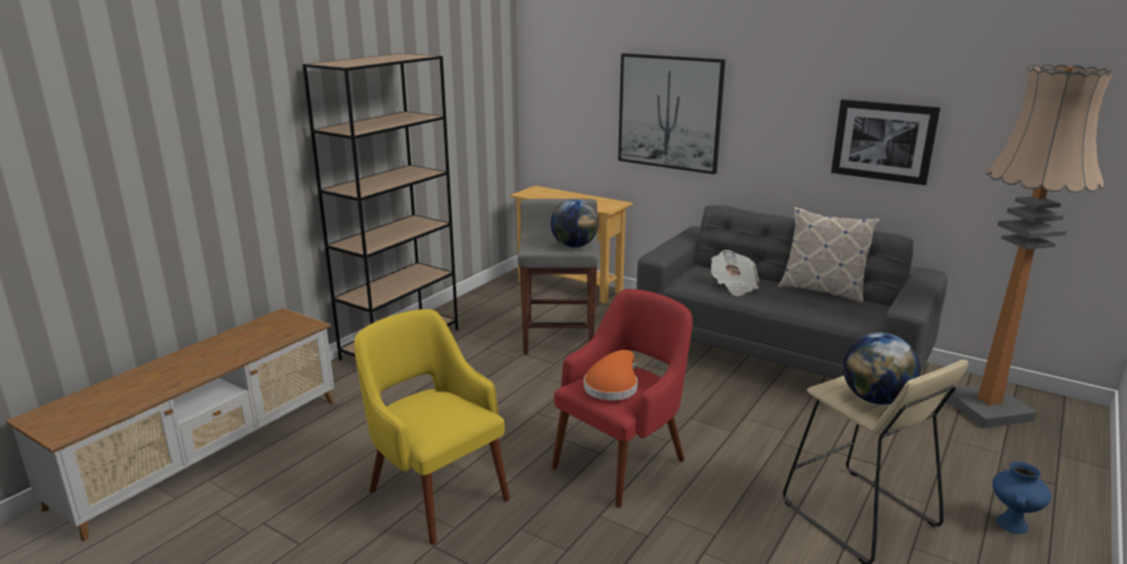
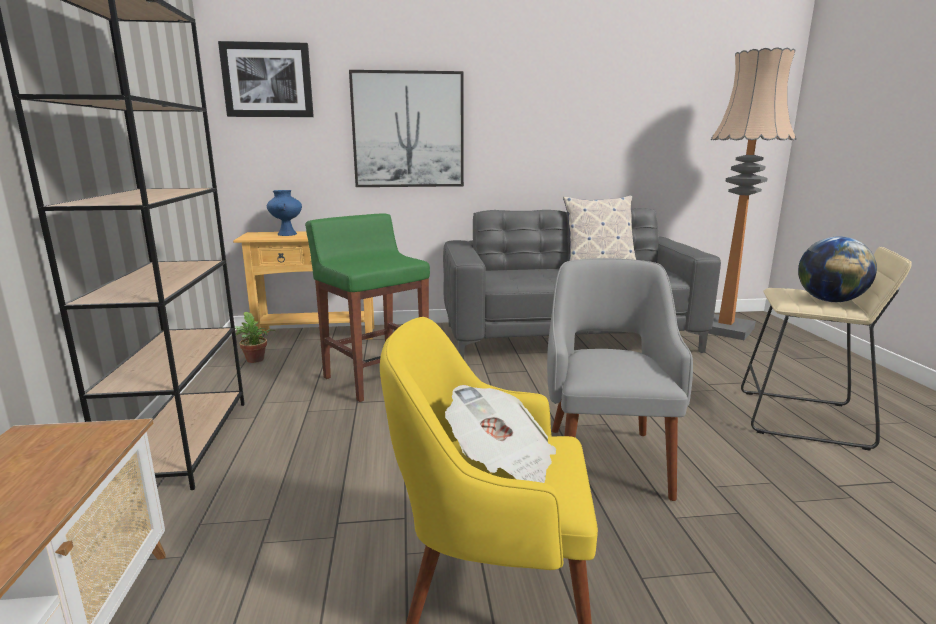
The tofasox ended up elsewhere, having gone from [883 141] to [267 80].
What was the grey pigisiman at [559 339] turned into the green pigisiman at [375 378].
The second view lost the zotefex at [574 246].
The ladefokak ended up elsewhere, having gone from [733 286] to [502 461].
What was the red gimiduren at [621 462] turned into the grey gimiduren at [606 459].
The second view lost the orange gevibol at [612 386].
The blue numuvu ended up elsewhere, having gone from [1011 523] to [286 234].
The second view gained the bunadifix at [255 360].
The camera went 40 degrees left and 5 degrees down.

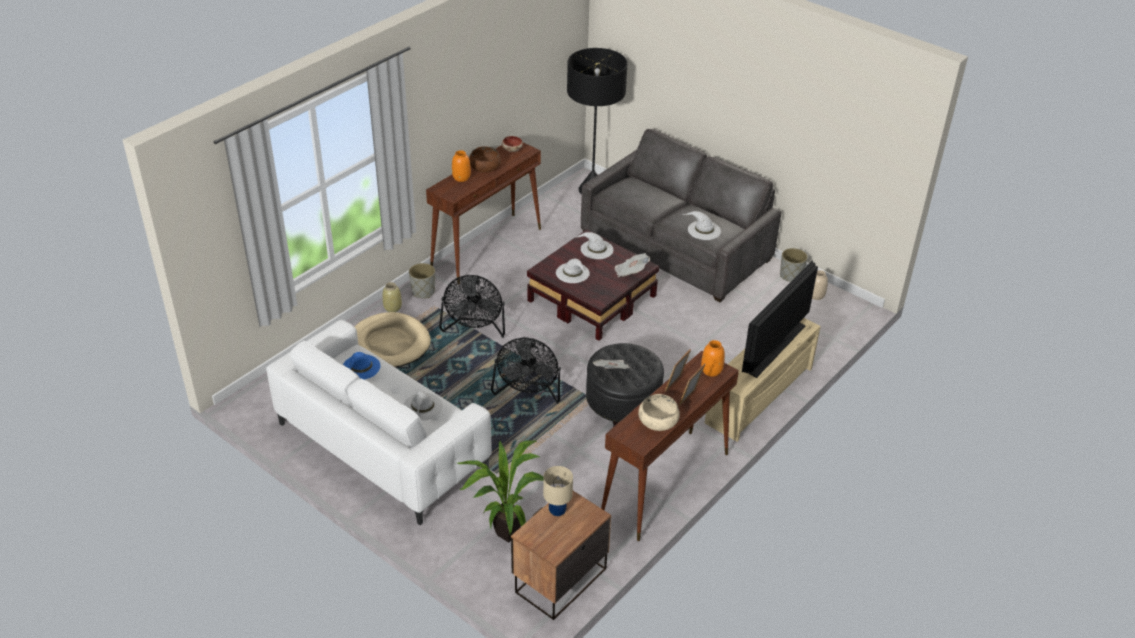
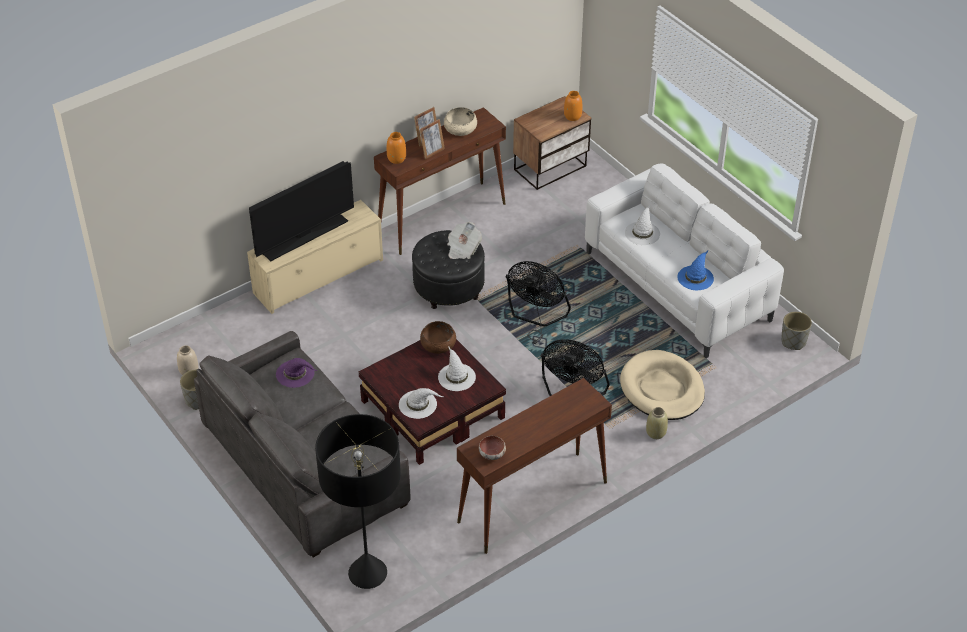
The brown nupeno ended up elsewhere, having gone from [485 167] to [438 344].
The orange numuvu ended up elsewhere, having gone from [461 177] to [572 116].
What was the white gevibol at [703 230] turned into the purple gevibol at [295 373].
The second view lost the ladefokak at [630 272].
The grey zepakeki ended up elsewhere, having gone from [423 291] to [793 341].
The second view lost the bunadifix at [504 532].
The second view lost the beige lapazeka at [556 512].
The camera went 165 degrees left and 5 degrees up.

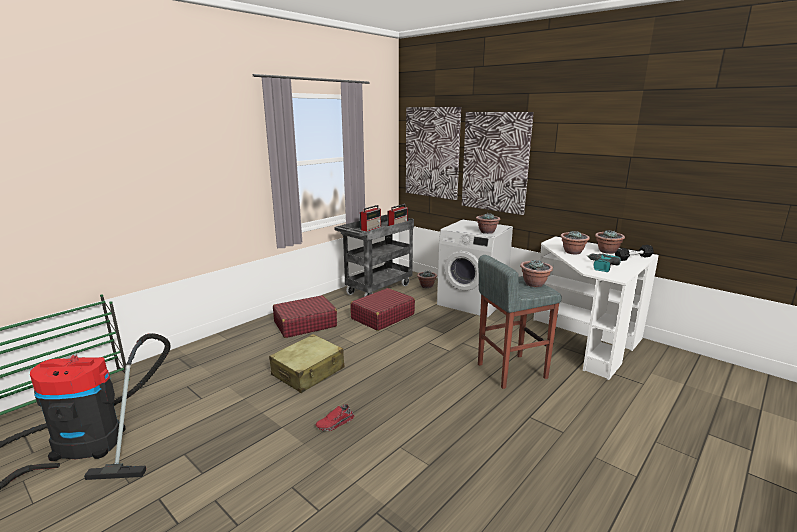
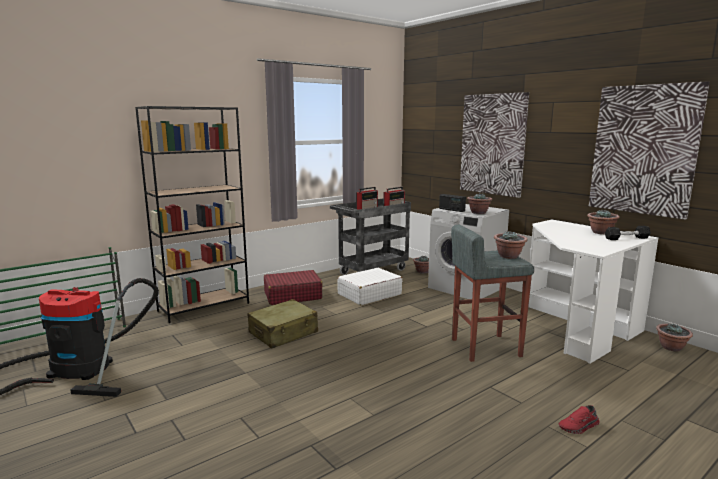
The tofasox ended up elsewhere, having gone from [432 152] to [644 150].
The bunadifix ended up elsewhere, having gone from [573 252] to [671 348].
The second view lost the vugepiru at [600 266].
What was the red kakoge at [382 317] turned into the white kakoge at [369 294].
The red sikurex ended up elsewhere, having gone from [335 424] to [579 427].
The second view gained the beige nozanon at [204 307].
The second view gained the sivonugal at [451 210].
The camera went 10 degrees right and 5 degrees down.

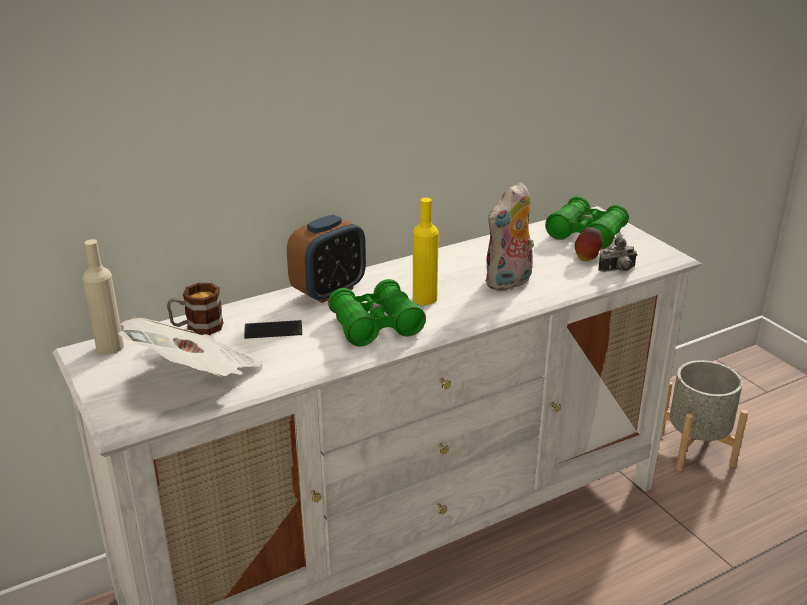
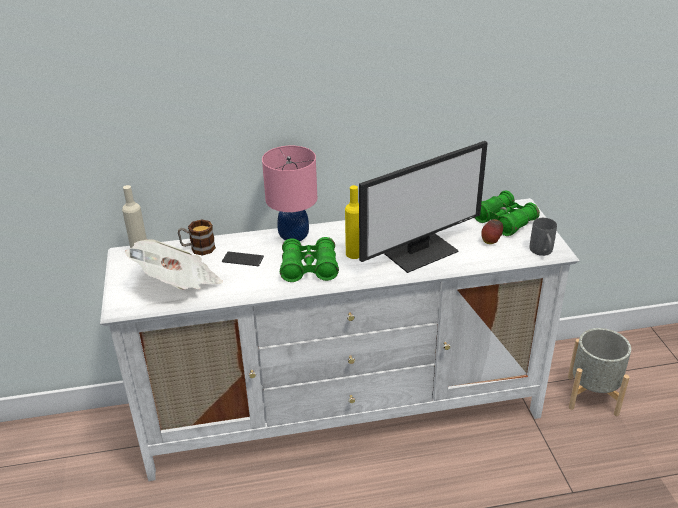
Where the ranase stood at [509 282], the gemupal came to stand at [421 251].
Where the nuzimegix stood at [329 291], the pink lapazeka came to stand at [294 236].
The second view lost the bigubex at [618 270].
The second view gained the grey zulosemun at [542 252].
The camera went 20 degrees right and 5 degrees up.

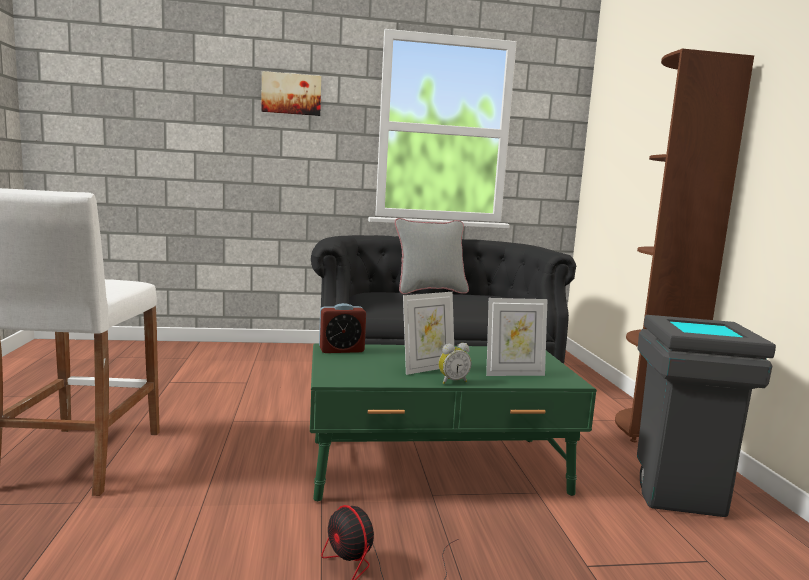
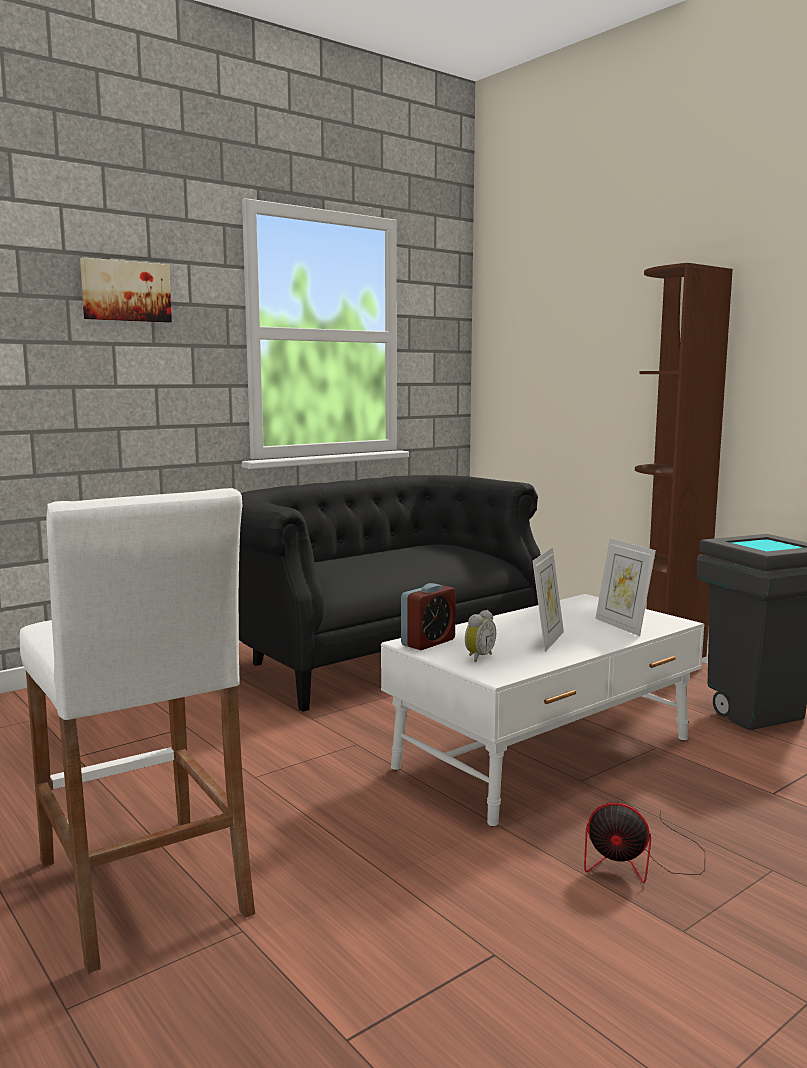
The second view lost the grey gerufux at [430 291].
The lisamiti at [513 373] ended up facing another way, 105 degrees clockwise from before.
The nuzimegix ended up elsewhere, having gone from [452 381] to [478 657].
What was the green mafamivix at [437 467] turned into the white mafamivix at [545 753].
The camera went 30 degrees left and 0 degrees up.

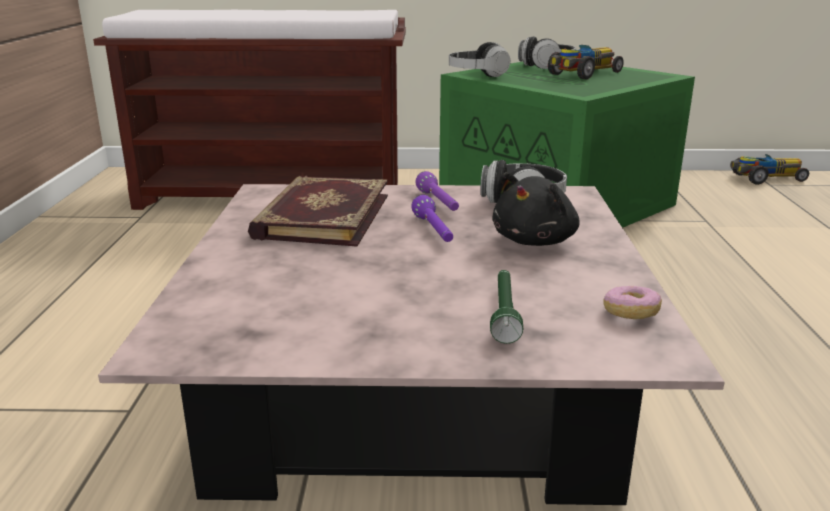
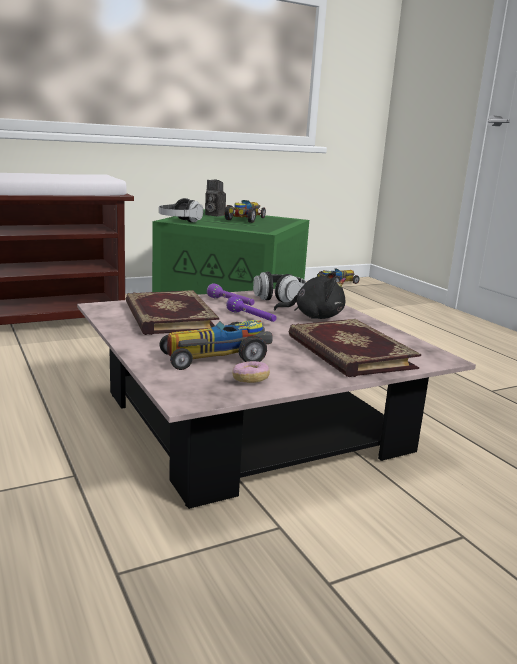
Where the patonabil stood at [546 66], the bigubex came to stand at [213 215].
The black ranase at [536 241] ended up facing another way, 90 degrees counterclockwise from before.
Where the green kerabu stood at [504 313], the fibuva came to stand at [348 352].
The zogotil ended up elsewhere, having gone from [630 313] to [250 380].
The second view gained the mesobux at [218 357].
The camera went 30 degrees left and 5 degrees down.

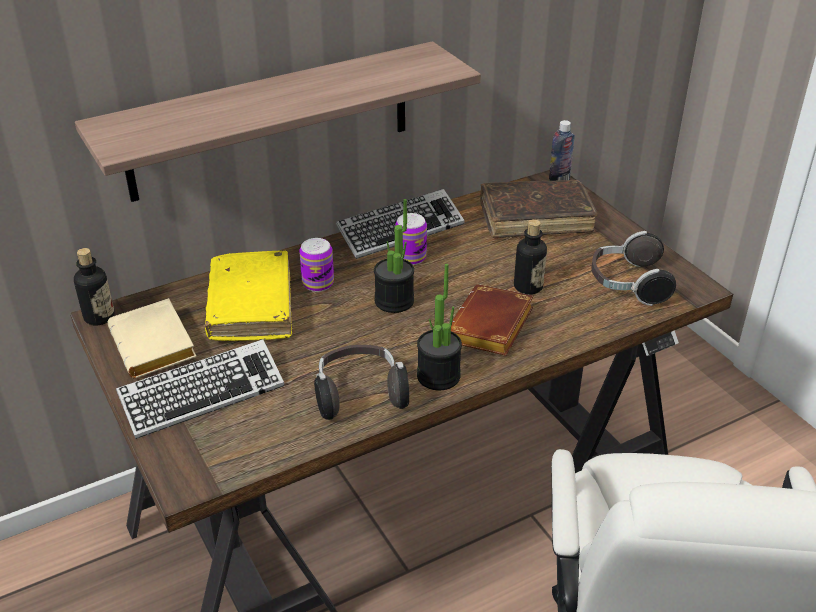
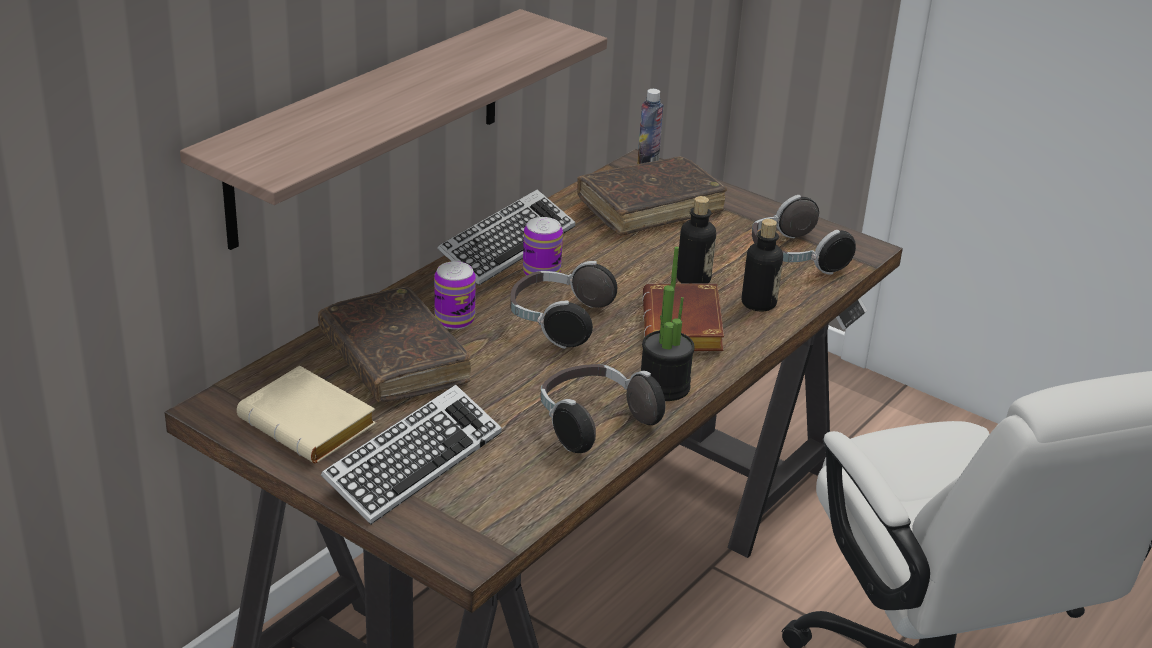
Where the bunadifix stood at [394 301], the patonabil came to stand at [558 321].
The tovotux ended up elsewhere, having gone from [99 317] to [758 303].
What was the yellow fibuva at [251 306] turned into the brown fibuva at [393 359].
The camera went 25 degrees left and 5 degrees down.

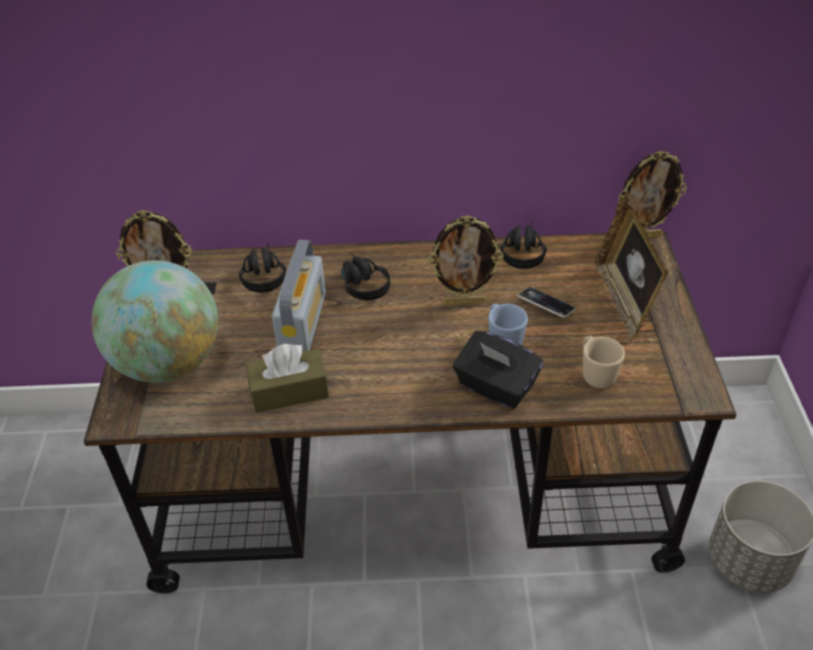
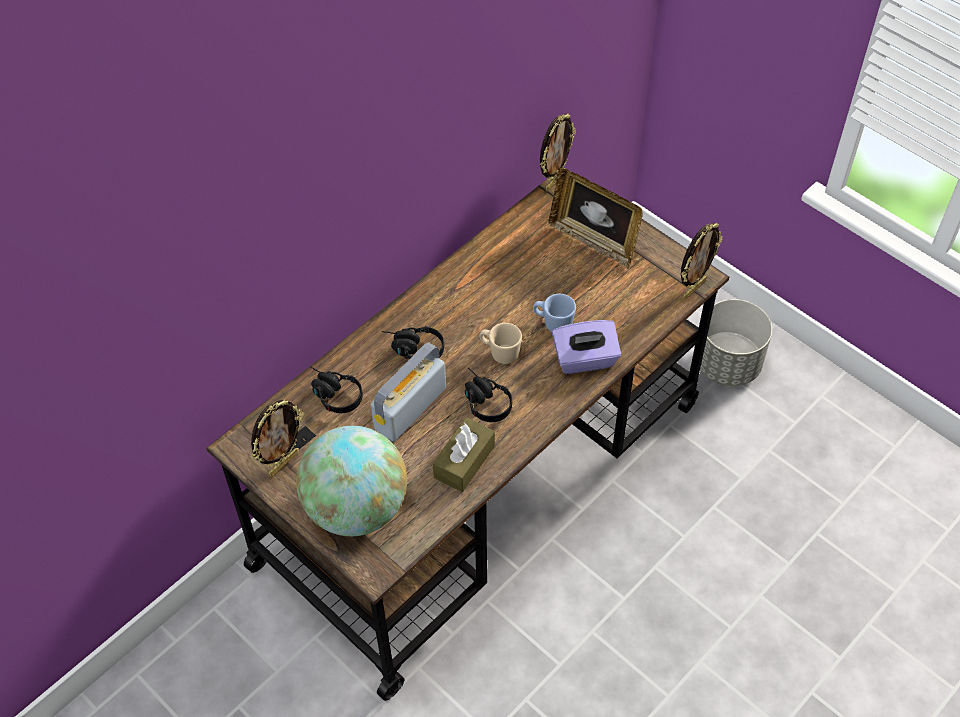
The lisamiti ended up elsewhere, having gone from [464 302] to [693 288].
The black patonabil ended up elsewhere, having gone from [522 251] to [483 400].
The sivonugal at [303 322] ended up facing another way, 105 degrees counterclockwise from before.
The second view lost the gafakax at [546 305].
What was the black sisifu at [495 387] turned into the purple sisifu at [585 360].
The beige zulosemun ended up elsewhere, having gone from [595 373] to [499 353].
The camera went 45 degrees left and 10 degrees up.

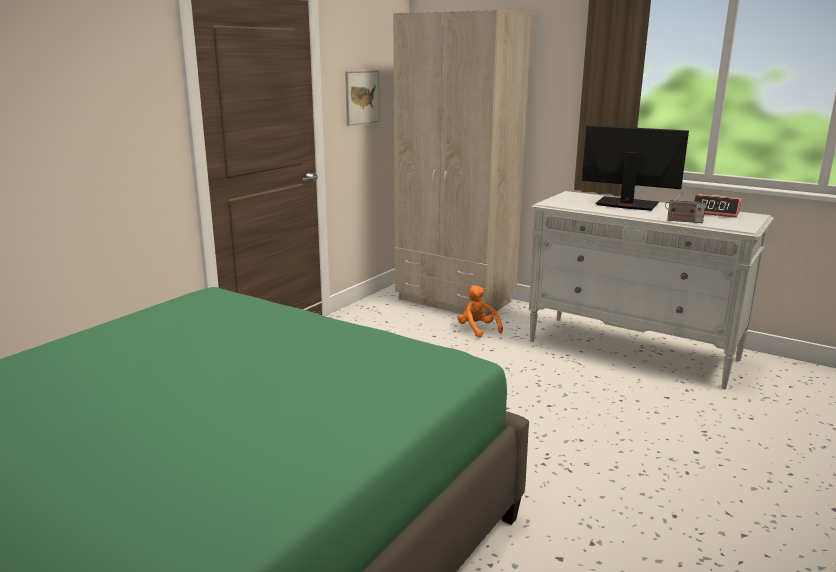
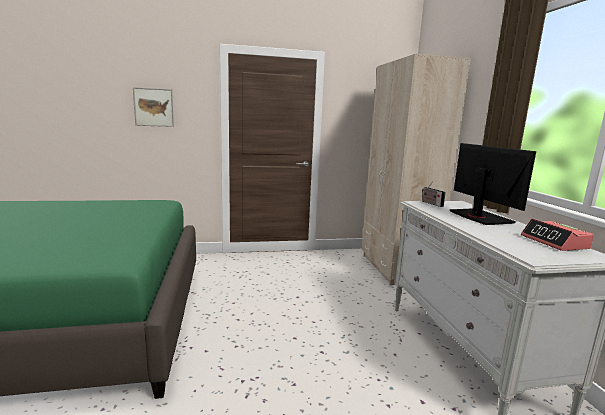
The tofasox ended up elsewhere, having gone from [362 97] to [153 107].
The sivonugal ended up elsewhere, having gone from [682 221] to [431 203].
The second view lost the orange ranase at [477 330].
The camera went 45 degrees right and 5 degrees down.

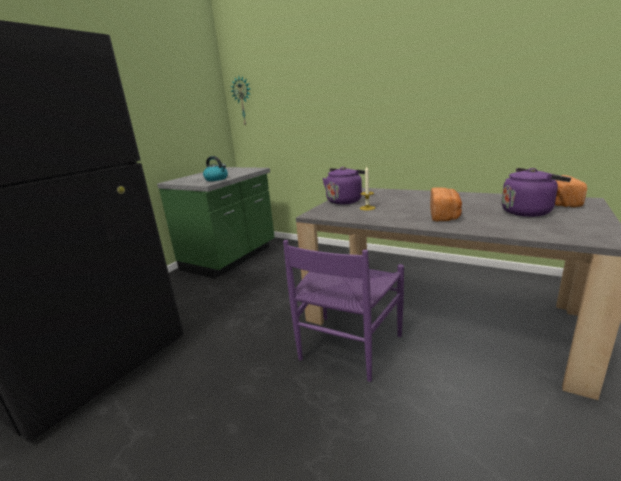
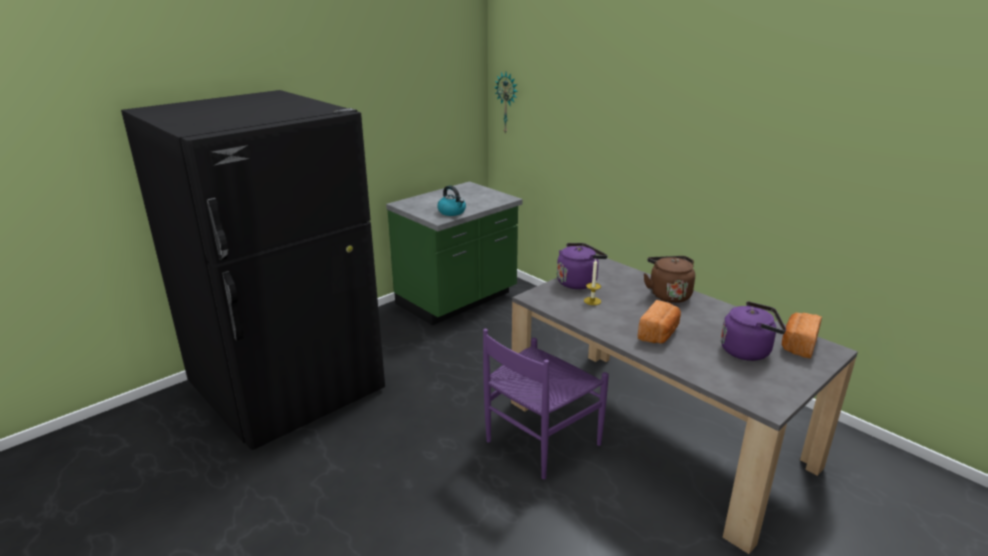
The second view gained the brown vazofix at [668 294].
The camera went 15 degrees right and 5 degrees up.

